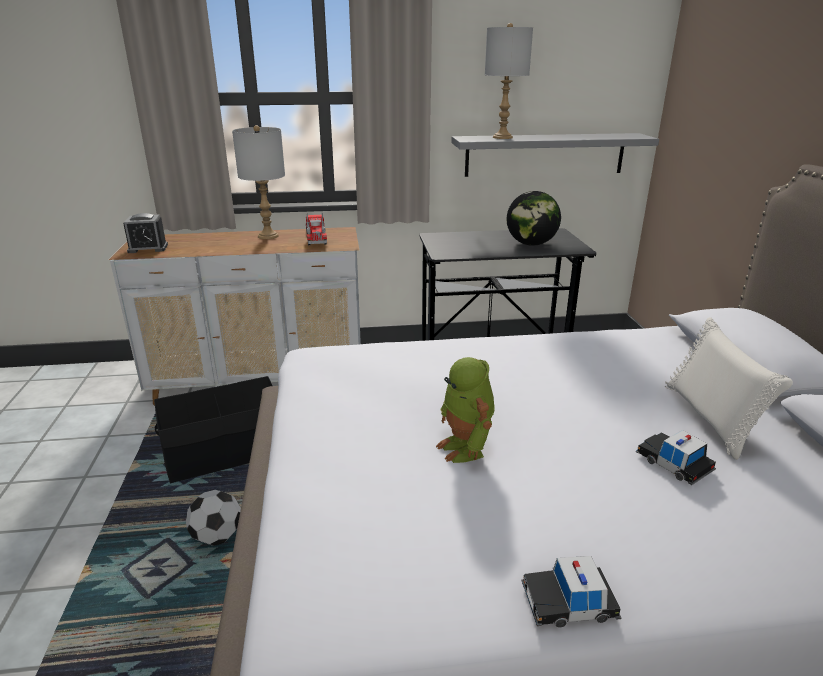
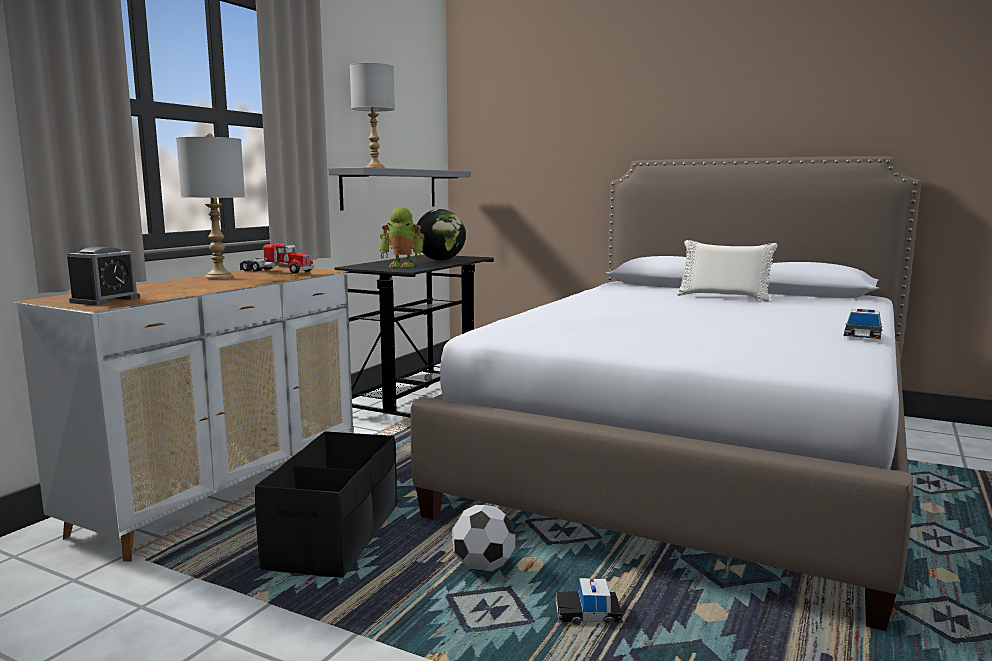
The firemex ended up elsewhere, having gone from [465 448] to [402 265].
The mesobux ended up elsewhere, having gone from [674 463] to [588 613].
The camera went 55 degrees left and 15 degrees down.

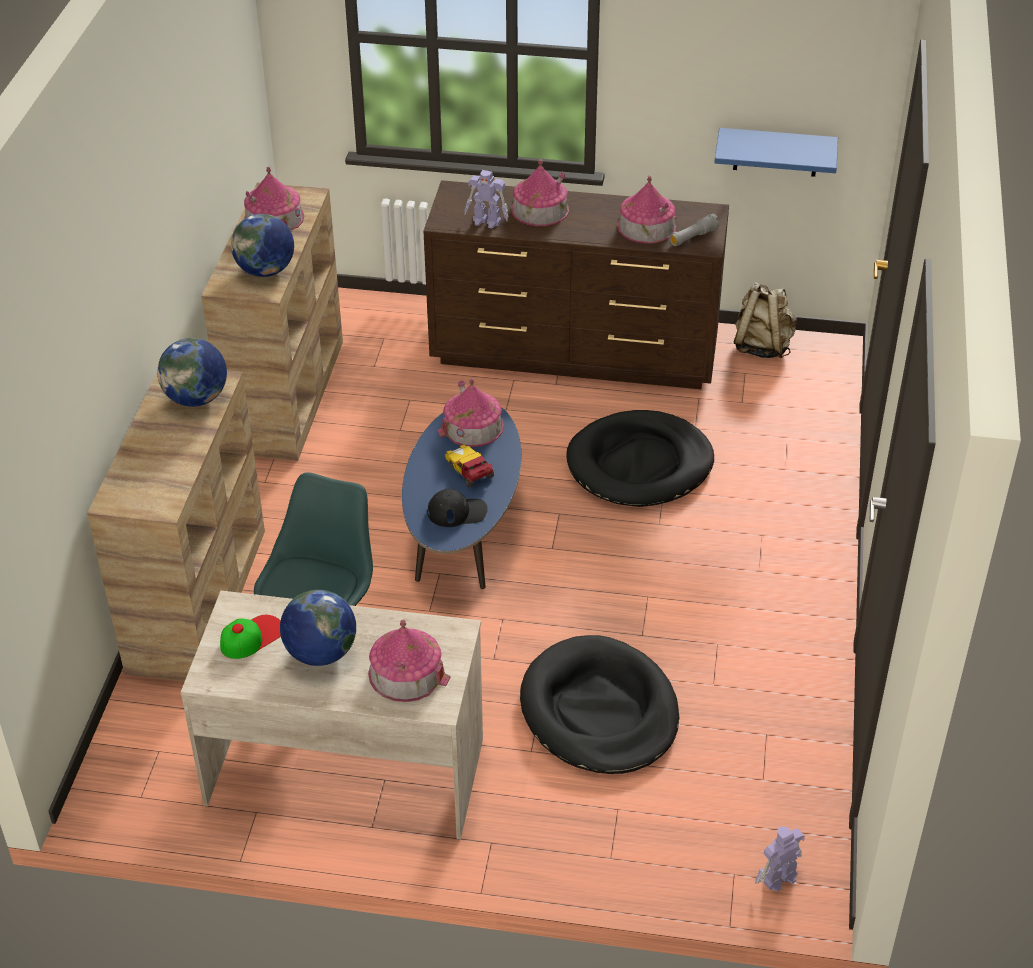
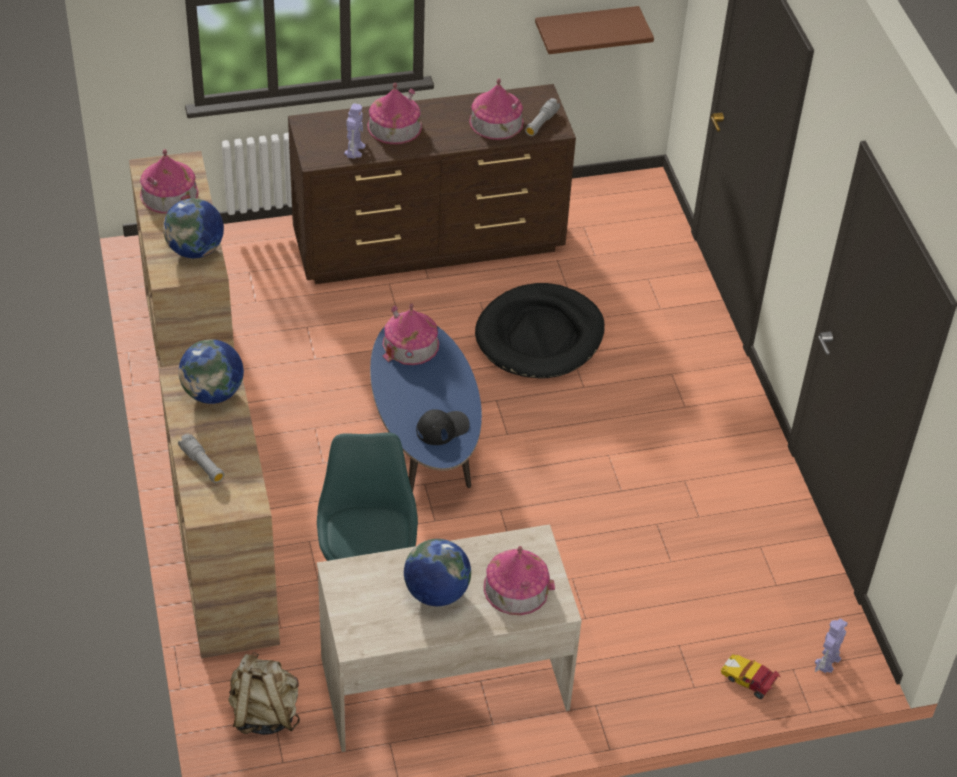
What was the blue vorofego at [776 152] turned into the brown vorofego at [585 29].
The firemex at [487 222] ended up facing another way, 75 degrees counterclockwise from before.
The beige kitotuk ended up elsewhere, having gone from [762 346] to [264 713].
The mesobux ended up elsewhere, having gone from [470 472] to [749 680].
The second view lost the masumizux at [251 637].
The second view lost the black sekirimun at [599 711].
The second view gained the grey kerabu at [202 464].
The camera went 25 degrees left and 5 degrees up.

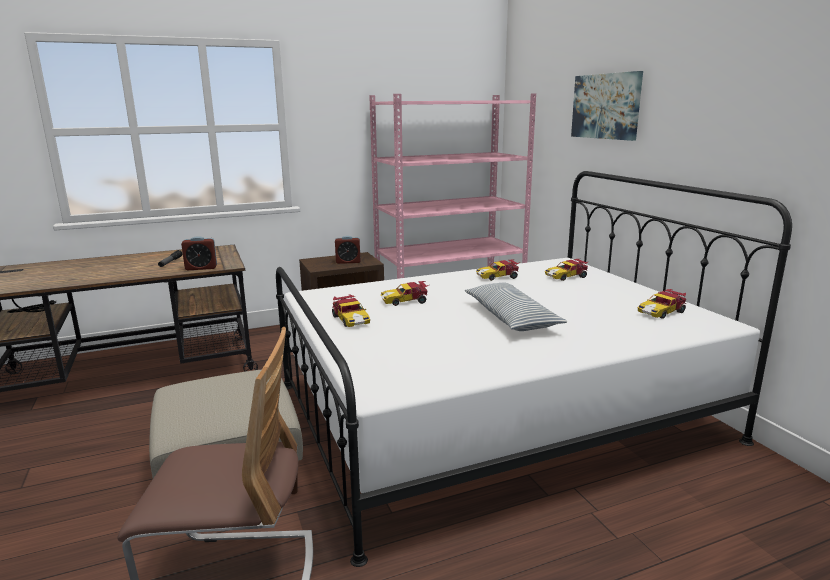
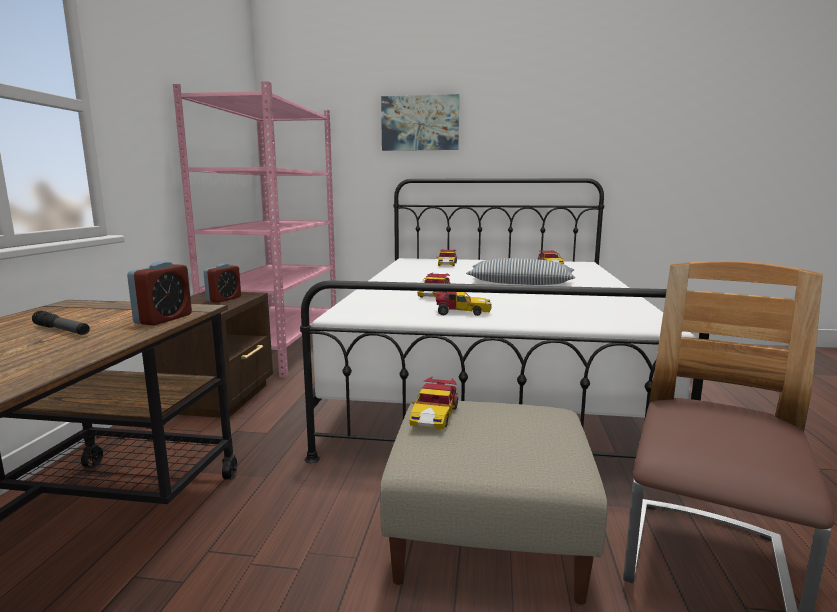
The mesobux ended up elsewhere, having gone from [498 277] to [434 416].
The camera went 60 degrees left and 5 degrees down.

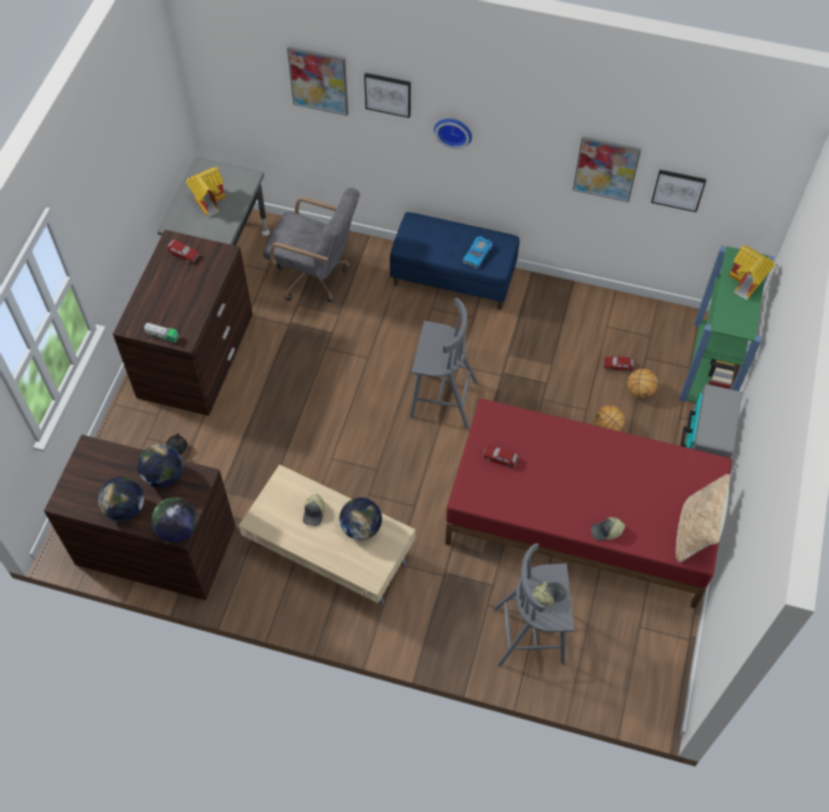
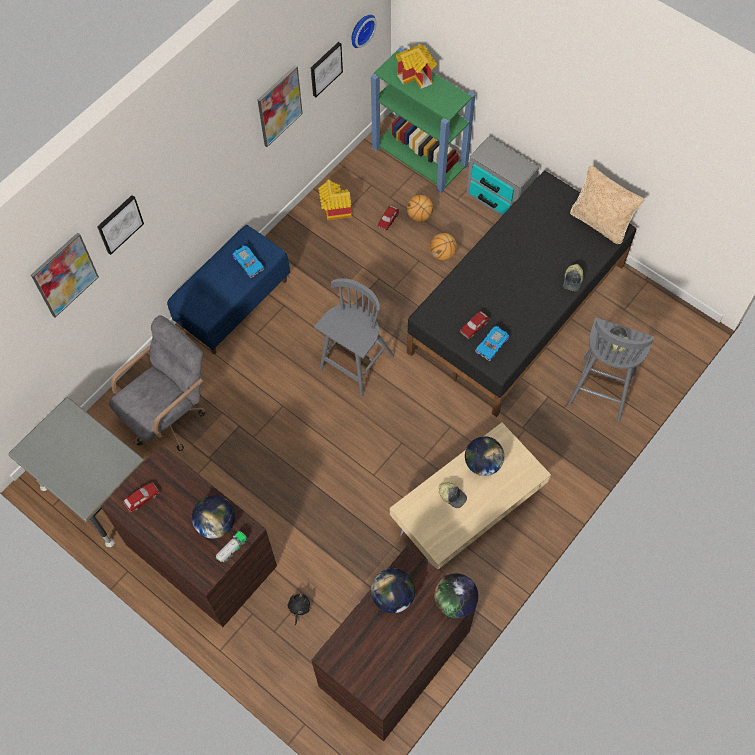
The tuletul ended up elsewhere, having gone from [453 130] to [361 29].
The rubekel ended up elsewhere, having gone from [209 201] to [334 210].
What was the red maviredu at [582 521] turned into the black maviredu at [518 308].
The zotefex ended up elsewhere, having gone from [125 508] to [216 523].
The second view gained the mesobux at [492 345].
The camera went 65 degrees left and 5 degrees up.

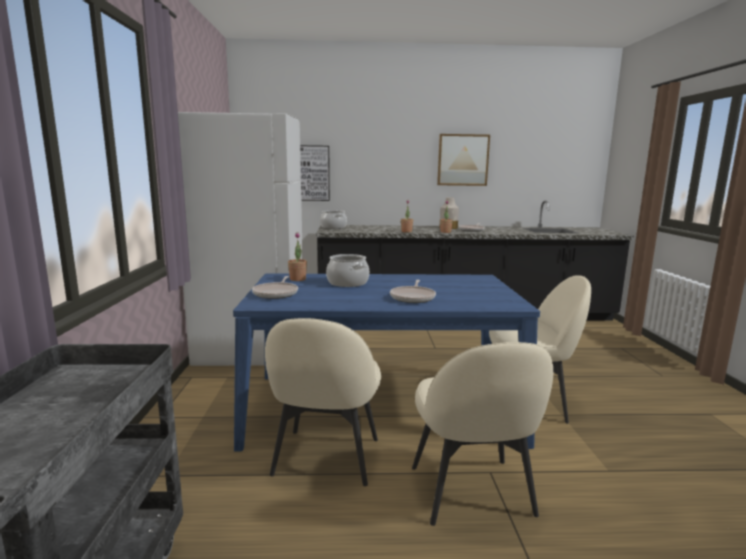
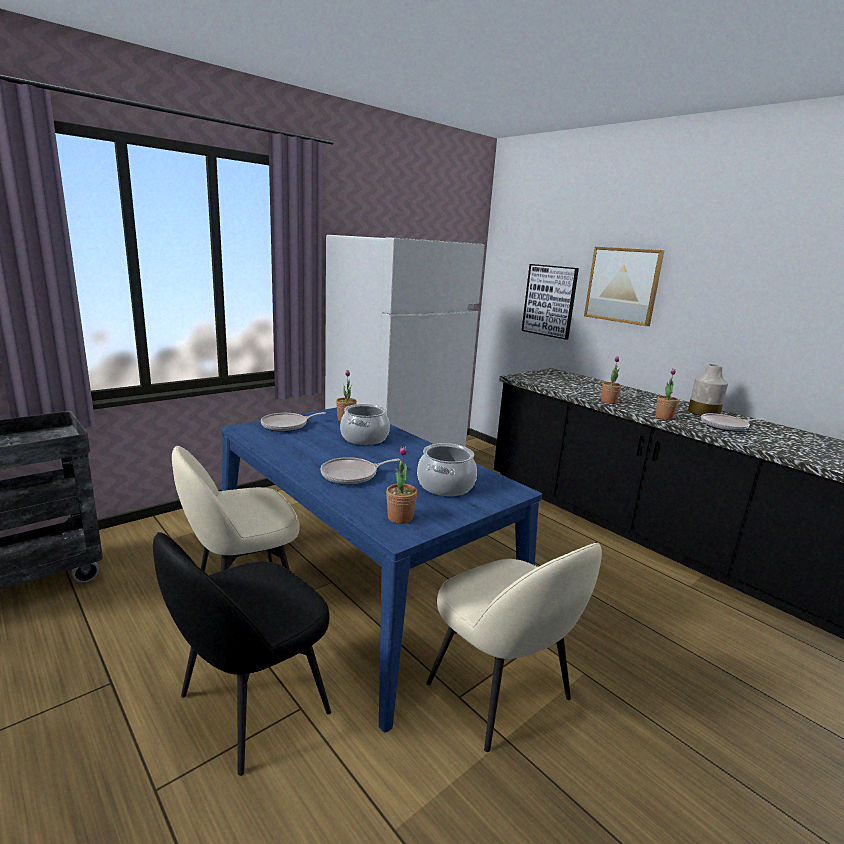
The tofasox ended up elsewhere, having gone from [463 160] to [622 285].
The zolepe ended up elsewhere, having gone from [333 227] to [445 485].
What was the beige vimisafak at [472 493] turned into the black vimisafak at [250 706].
The second view gained the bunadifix at [400 518].
The camera went 50 degrees right and 5 degrees up.

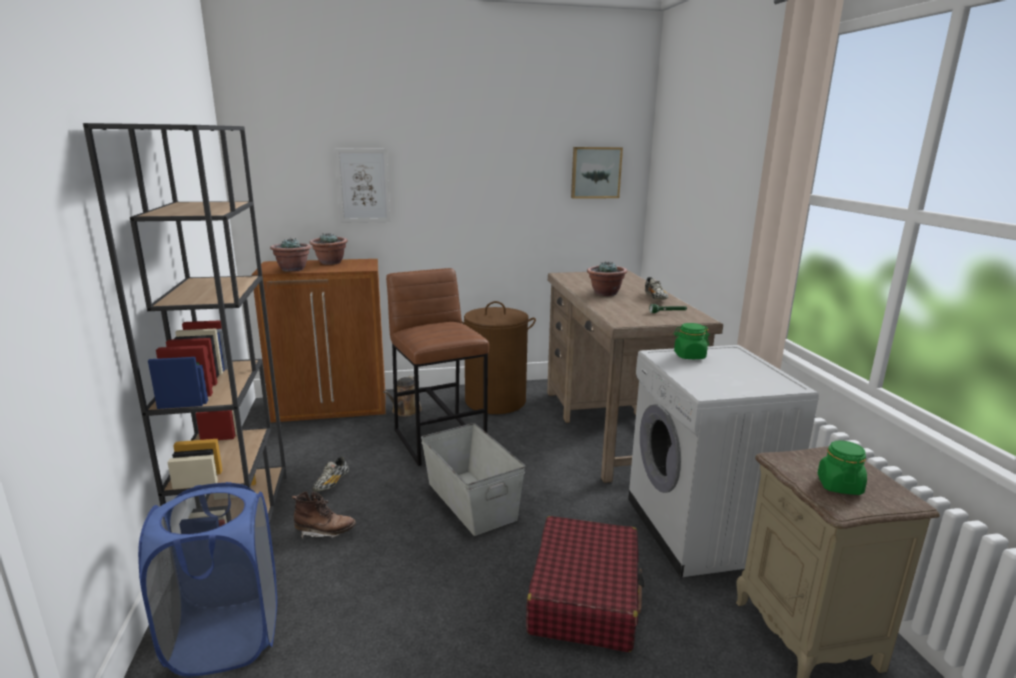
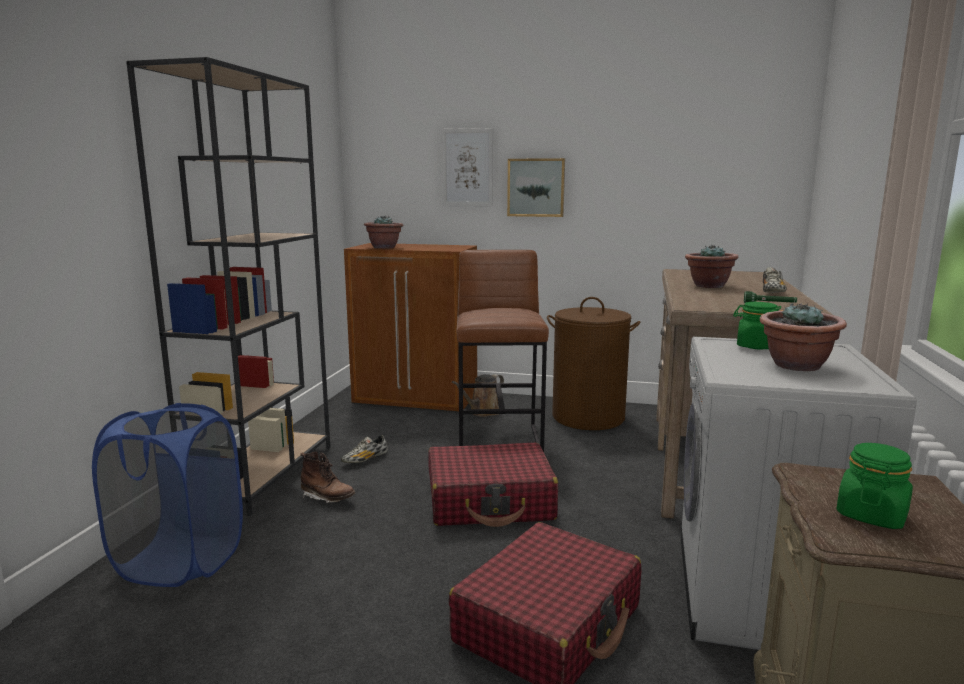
The tofasox ended up elsewhere, having gone from [595 172] to [536 187].
The bunadifix ended up elsewhere, having gone from [330 262] to [796 366].
Where the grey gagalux stood at [471 500], the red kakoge came to stand at [490 502].
The camera went 25 degrees right and 5 degrees down.

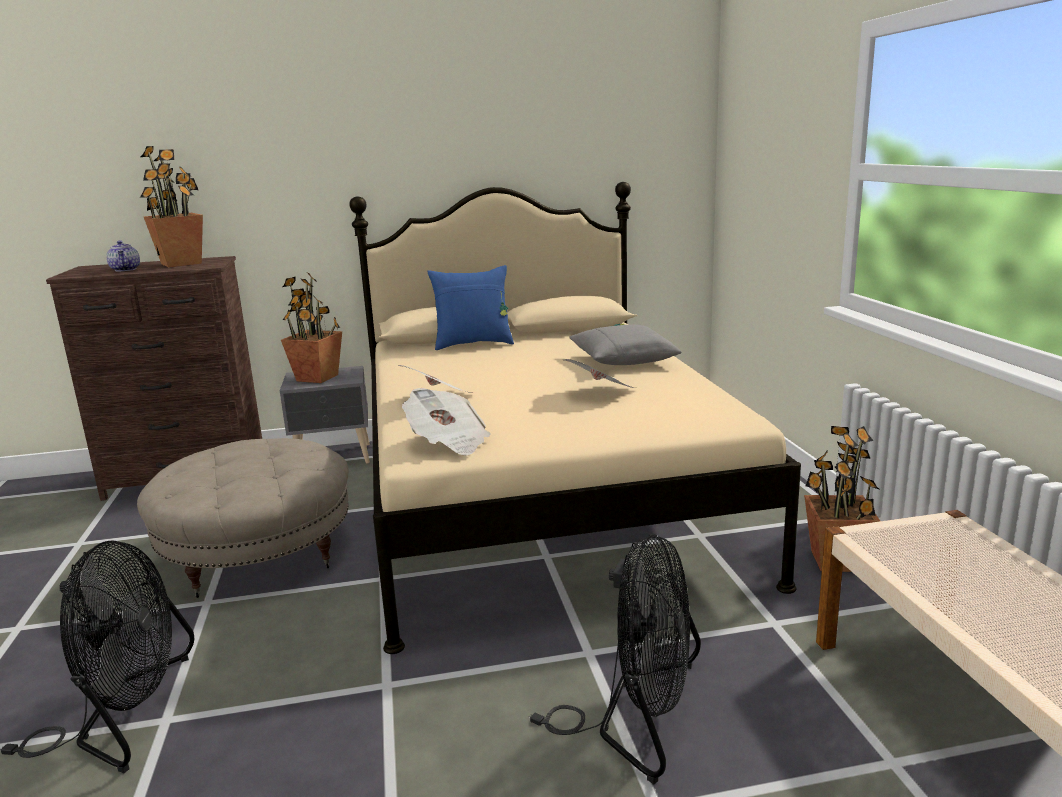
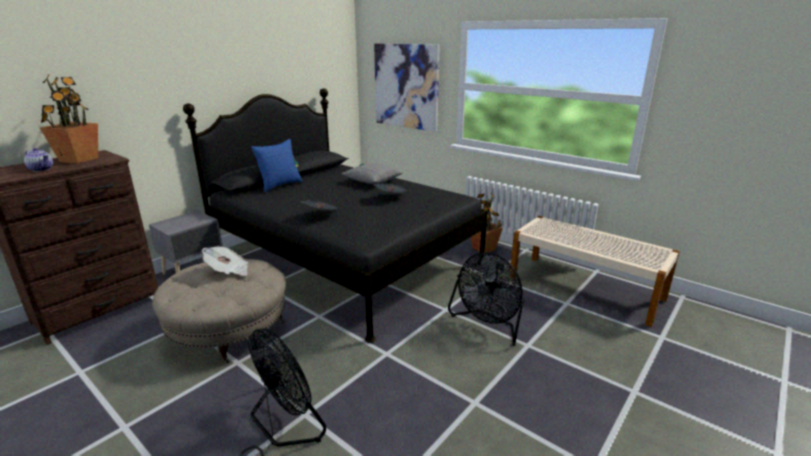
What was the beige maviredu at [541 501] turned into the black maviredu at [345 260].
The second view lost the bunadifix at [317 378].
The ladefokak ended up elsewhere, having gone from [448 442] to [228 271].
The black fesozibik at [635 715] ended up facing another way, 150 degrees clockwise from before.
The second view gained the tofasox at [406 86].
The camera went 40 degrees left and 5 degrees up.

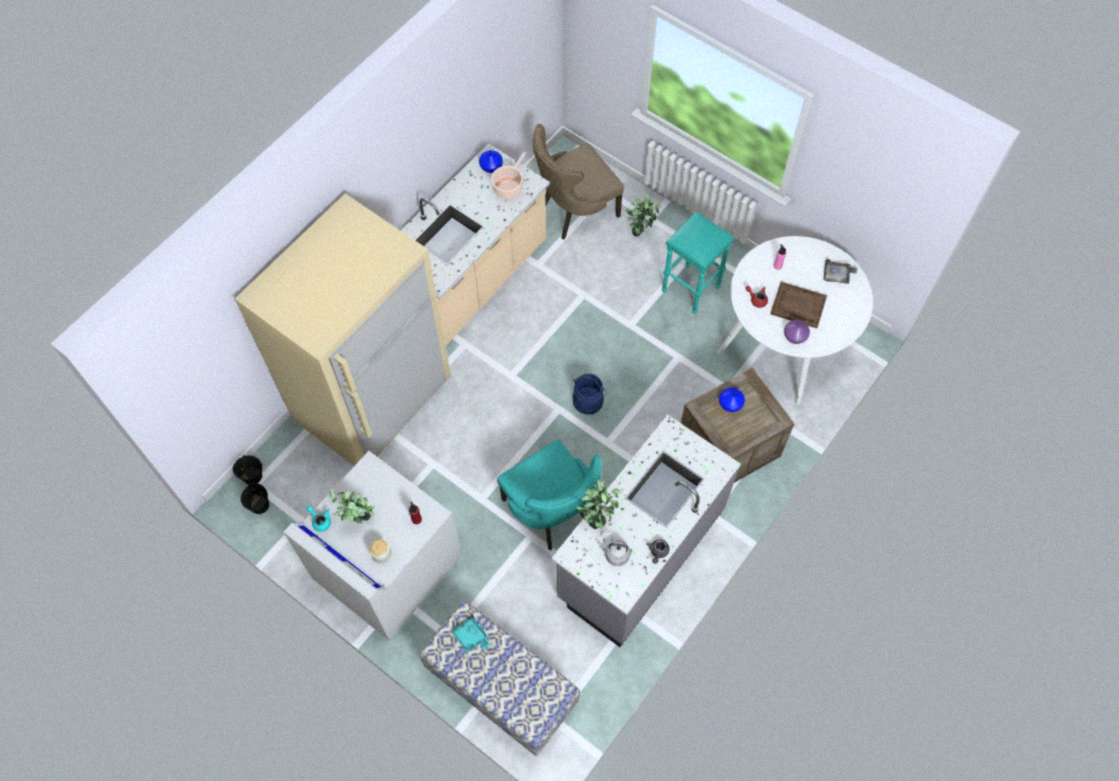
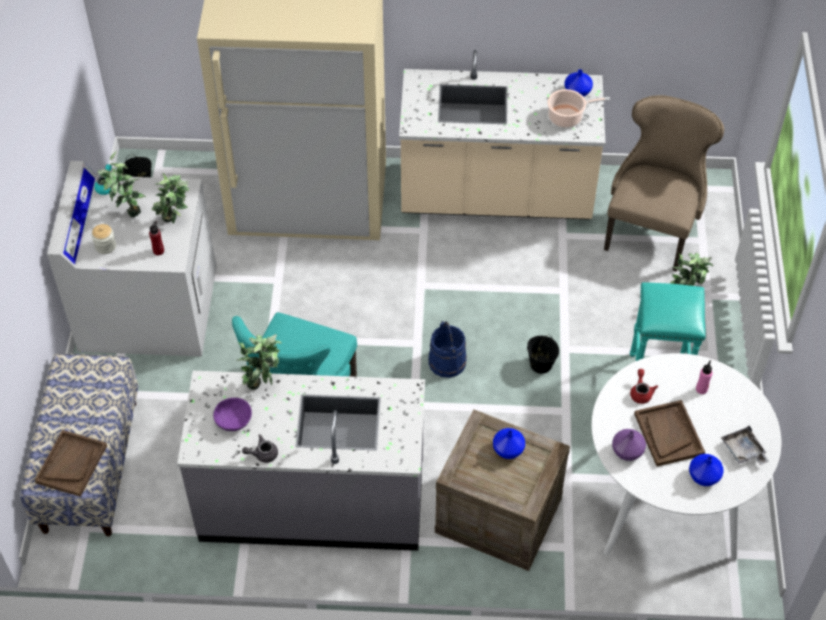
The beige vimisafak at [574 211] ended up facing another way, 90 degrees clockwise from before.
The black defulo ended up elsewhere, having gone from [252 476] to [540 364].
Where the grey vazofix stood at [615 555], the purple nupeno came to stand at [233 420].
The second view lost the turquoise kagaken at [471 637].
The second view gained the bunadifix at [175 221].
The second view gained the brown kagaken at [71 464].
The second view gained the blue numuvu at [703 476].
The camera went 55 degrees right and 10 degrees down.

